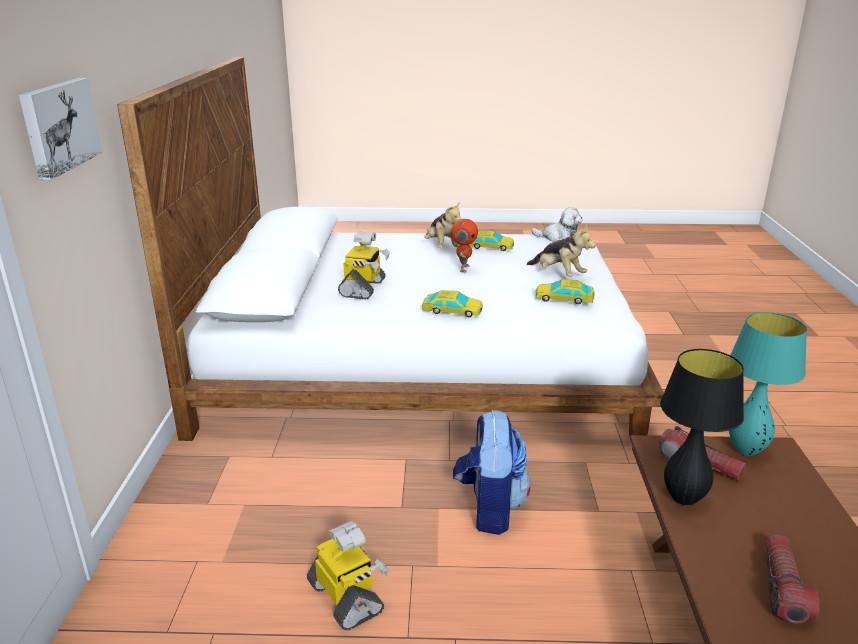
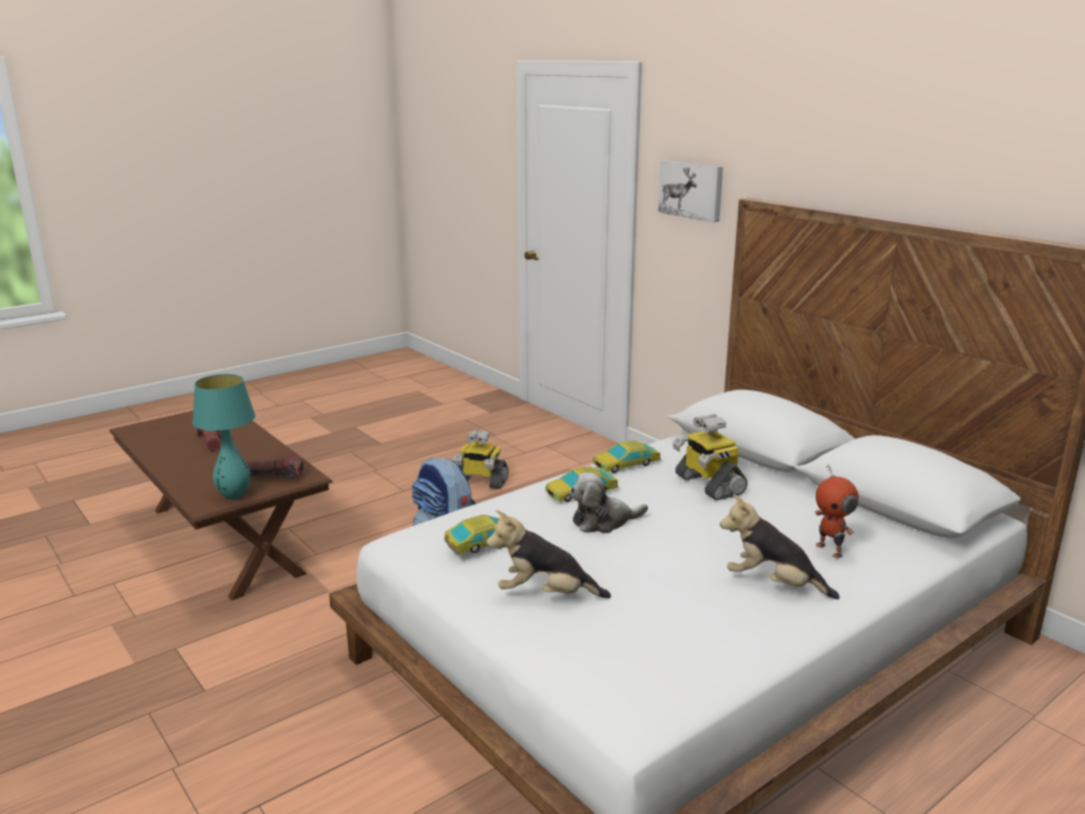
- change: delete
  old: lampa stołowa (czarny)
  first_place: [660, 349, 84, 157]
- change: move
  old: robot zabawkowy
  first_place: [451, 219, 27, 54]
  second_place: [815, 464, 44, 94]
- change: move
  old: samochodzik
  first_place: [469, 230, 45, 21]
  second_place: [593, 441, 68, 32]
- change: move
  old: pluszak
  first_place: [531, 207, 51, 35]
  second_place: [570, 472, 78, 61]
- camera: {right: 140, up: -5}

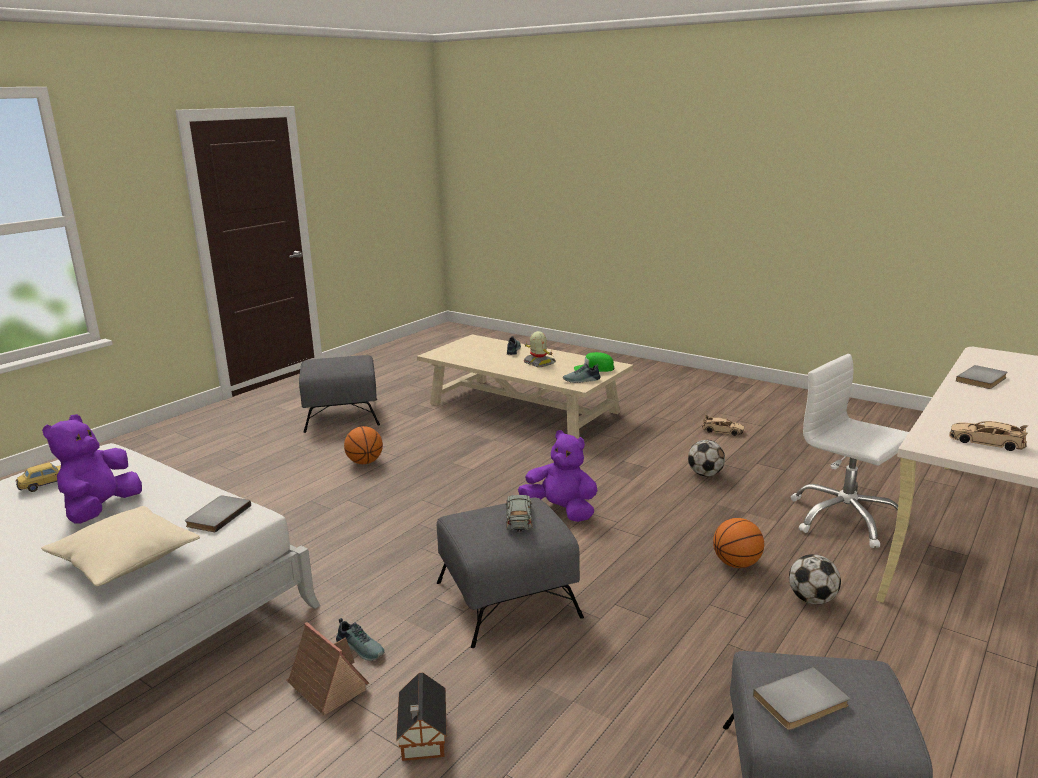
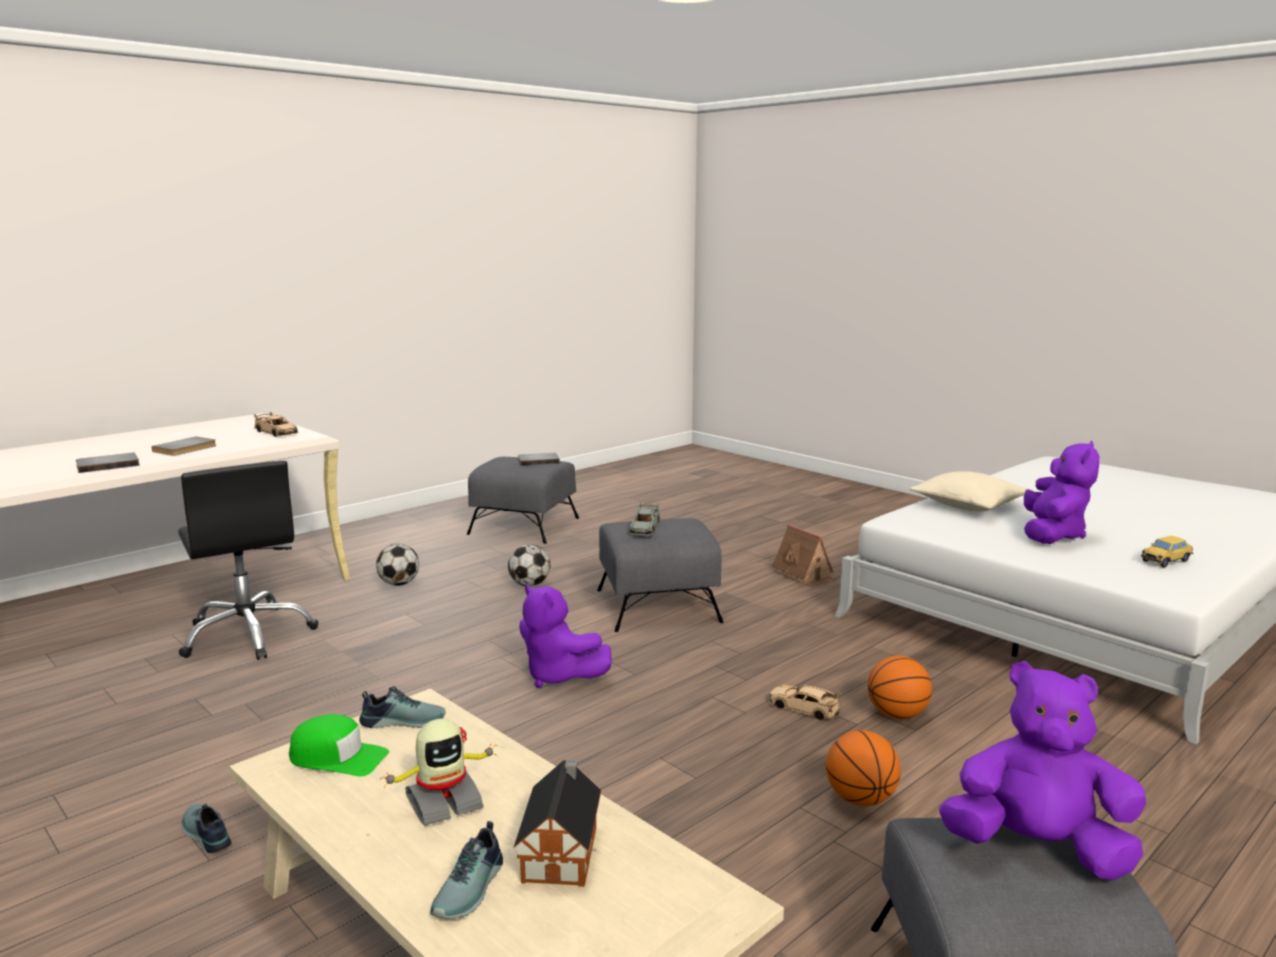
- change: insert
  new: pluszak (fioletowy)
  second_place: [939, 661, 207, 219]
- change: move
  old: książka (szary)
  first_place: [185, 496, 66, 36]
  second_place: [152, 436, 65, 20]
- change: move
  old: but
  first_place: [336, 618, 49, 43]
  second_place: [182, 803, 50, 50]
- change: move
  old: domek
  first_place: [396, 673, 51, 88]
  second_place: [514, 760, 87, 127]
- change: move
  old: piłka futbolowa
  first_place: [688, 440, 37, 37]
  second_place: [508, 544, 42, 42]
- change: move
  old: samochodzik (beżowy)
  first_place: [702, 415, 42, 21]
  second_place: [769, 685, 73, 35]
- change: move
  old: piłka do koszykówki
  first_place: [713, 518, 51, 50]
  second_place: [868, 656, 64, 63]
- change: recolor
  old: krzesło biurowe (biały)
  new: krzesło biurowe (czarny)
  first_place: [791, 354, 118, 194]
  second_place: [178, 461, 140, 199]
- change: rotate
  old: robot zabawkowy
  first_place: [523, 331, 33, 37]
  second_place: [380, 719, 117, 107]
  degrees: -90
- camera: {right: -170, up: -5}

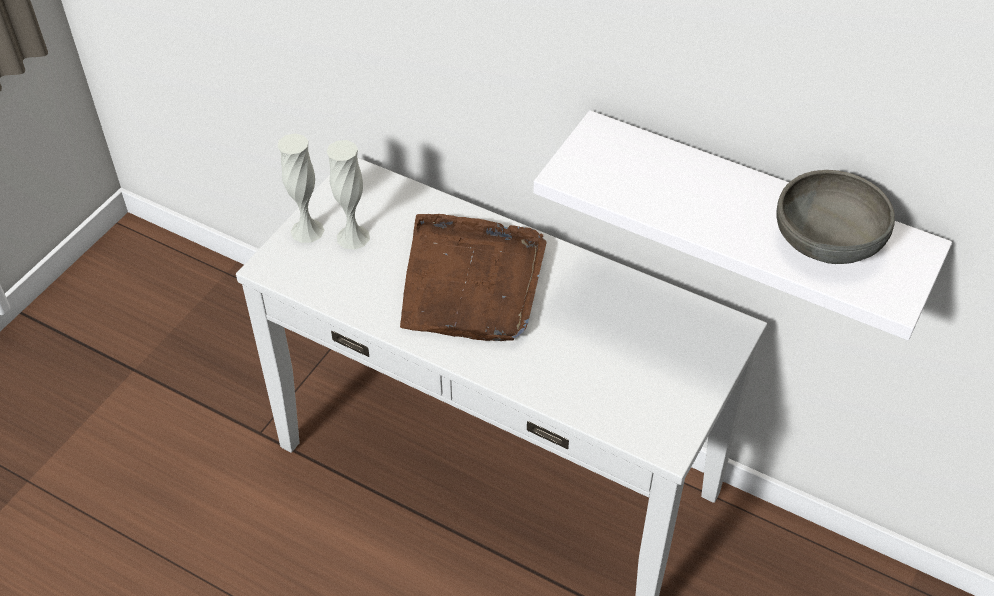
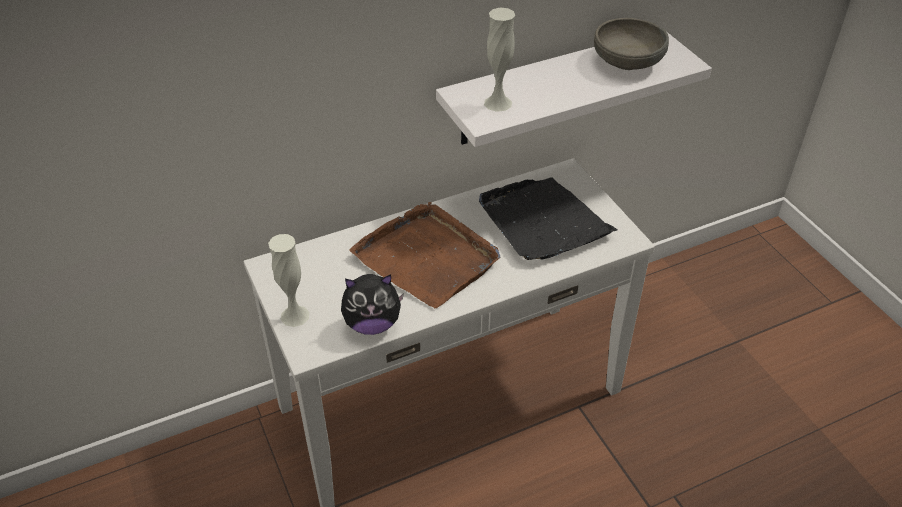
- change: insert
  new: pluszak
  second_place: [341, 274, 63, 61]
- change: insert
  new: taca (czarny)
  second_place: [479, 177, 138, 83]
- change: move
  old: wazon (biały)
  first_place: [326, 140, 44, 110]
  second_place: [484, 8, 31, 104]
- camera: {right: -55, up: -5}

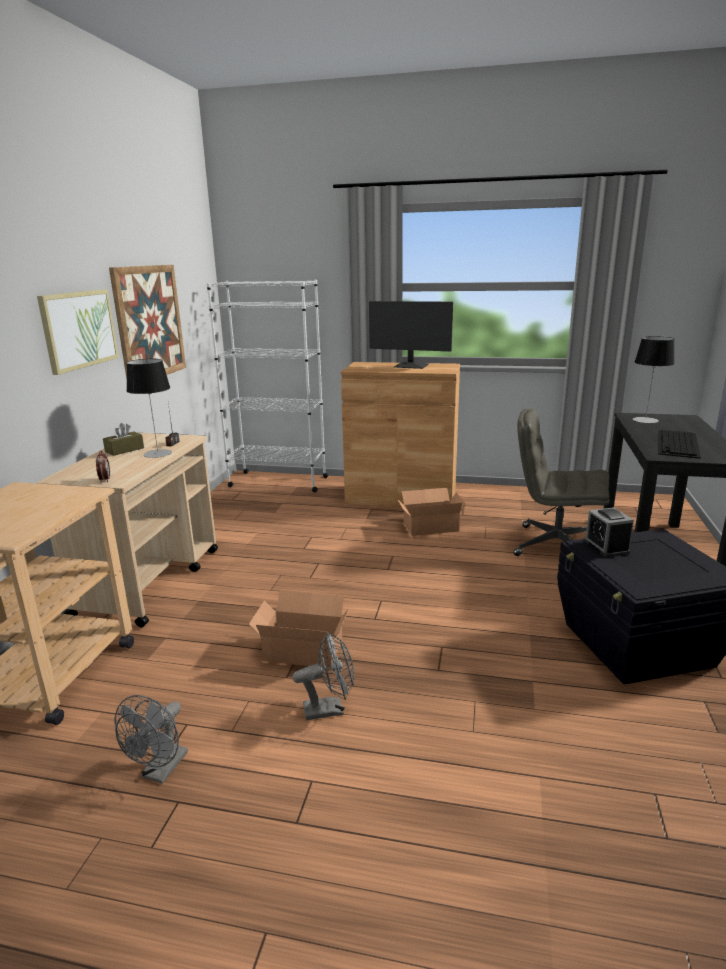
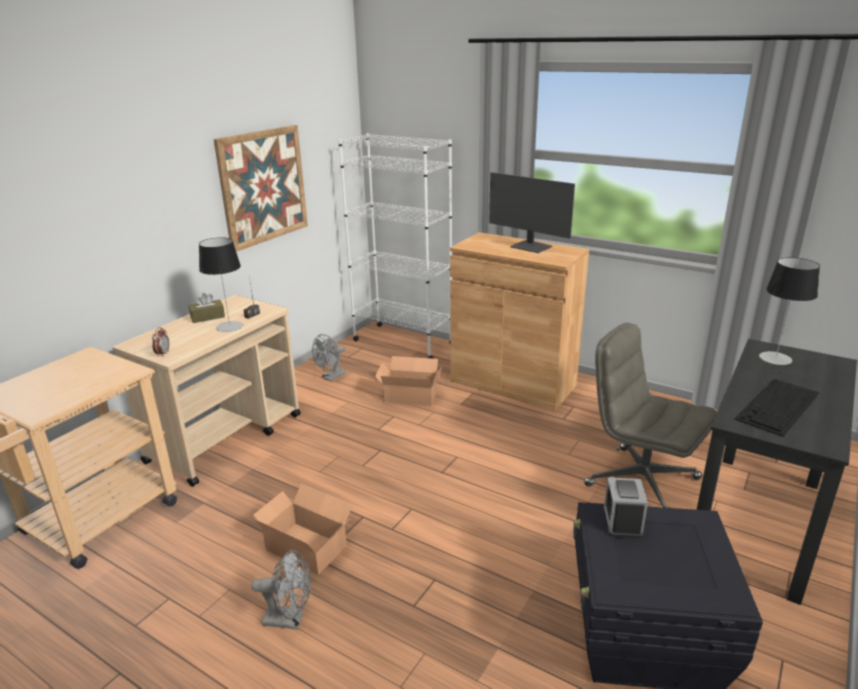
- change: delete
  old: obraz
  first_place: [37, 289, 82, 86]
- change: move
  old: wentylator (szary)
  first_place: [115, 695, 73, 89]
  second_place: [312, 334, 34, 48]
- change: move
  old: karton
  first_place: [396, 488, 70, 48]
  second_place: [375, 356, 67, 50]
- camera: {right: 20, up: 5}

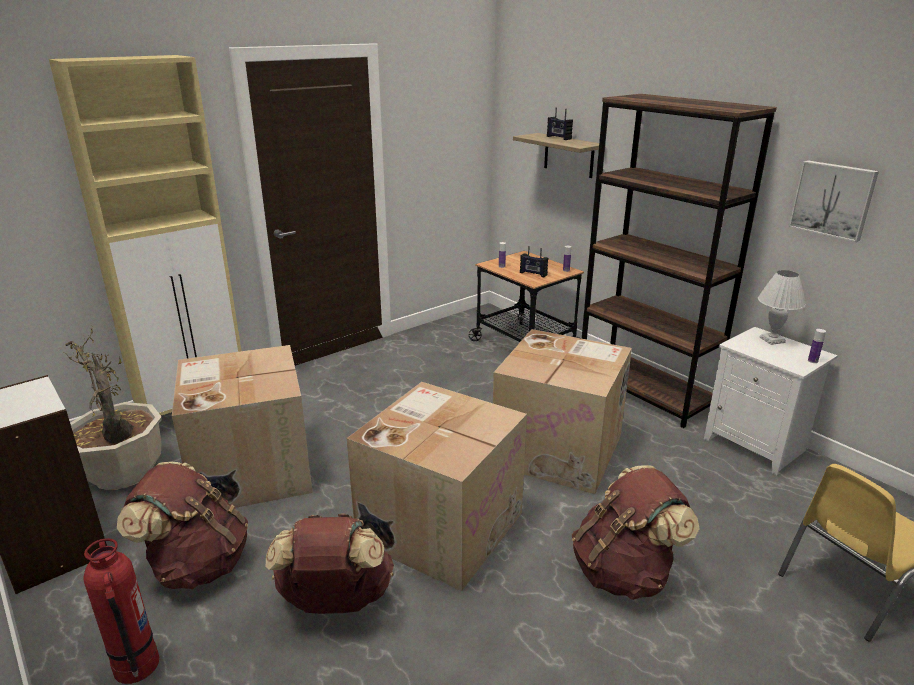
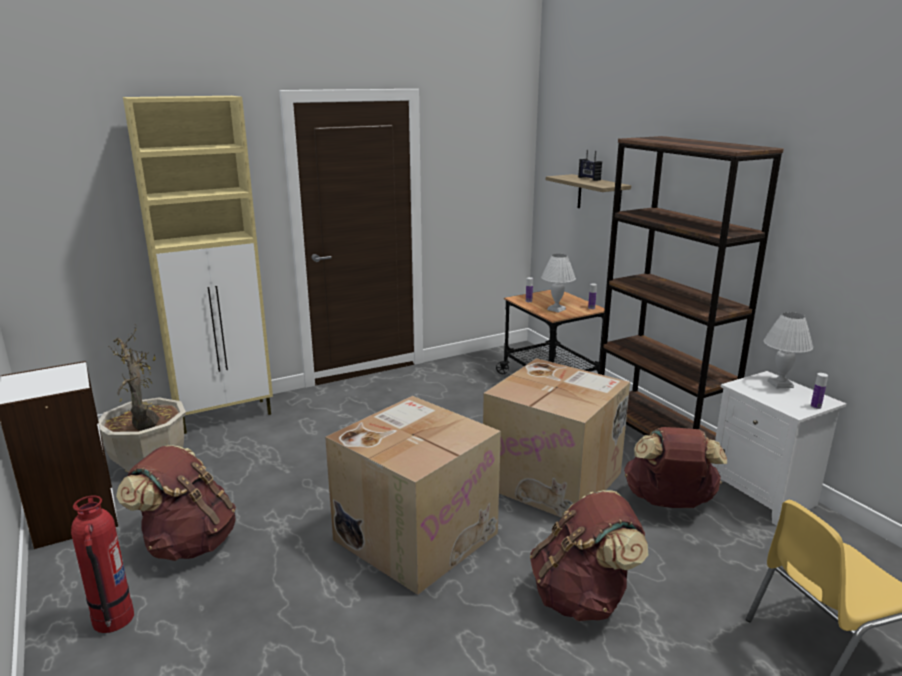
- change: delete
  old: karton
  first_place: [172, 345, 141, 163]
- change: delete
  old: obraz
  first_place: [789, 160, 90, 82]
- change: move
  old: plecak (brązowy)
  first_place: [266, 513, 128, 101]
  second_place: [624, 427, 103, 81]
- change: replace
  old: radio
  new: lampa stołowa (biały)
  first_place: [520, 246, 28, 31]
  second_place: [541, 254, 35, 59]
- camera: {right: 10, up: -5}

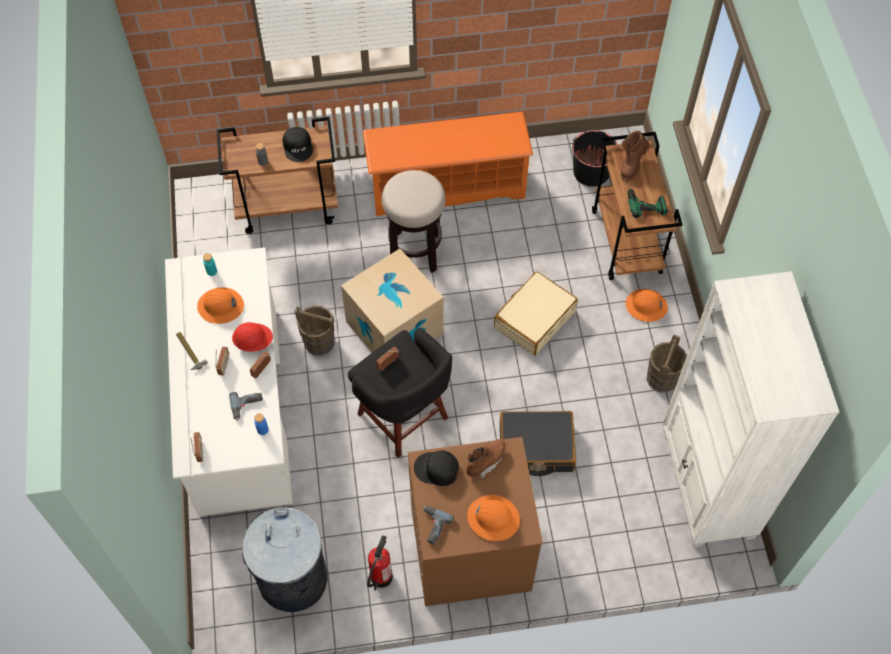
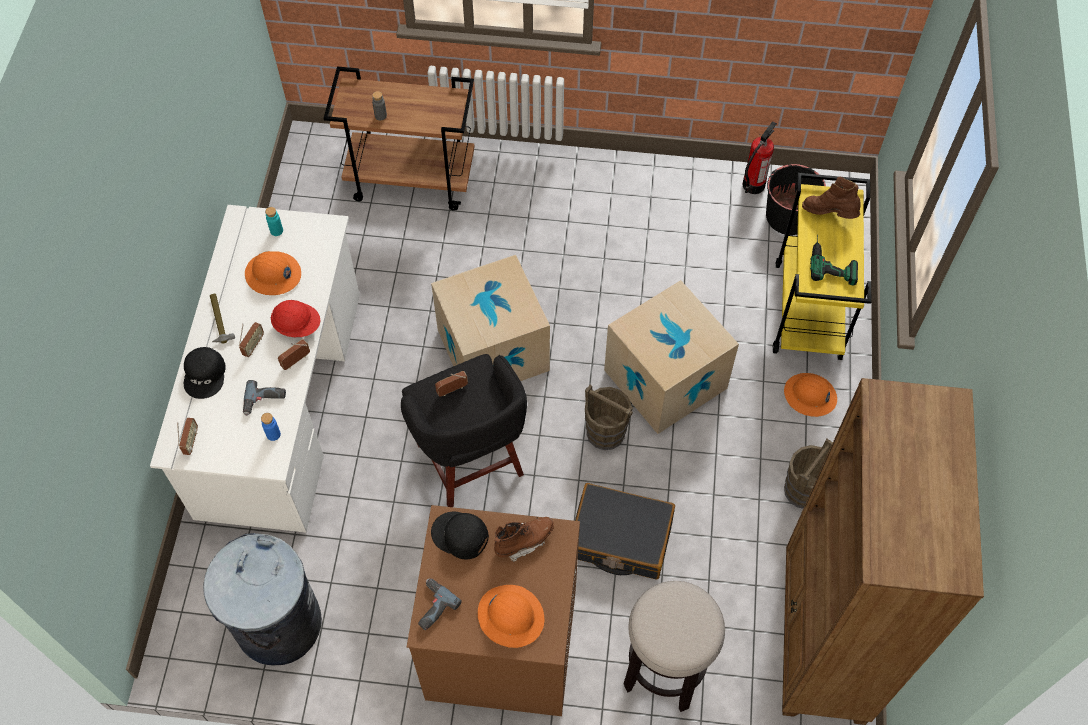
- change: delete
  old: regał na buty (pomarańczowy)
  first_place: [363, 112, 170, 104]
- change: move
  old: czapka z daszkiem (czarny)
  first_place: [282, 127, 31, 35]
  second_place: [184, 347, 42, 52]
- change: move
  old: wiadro (brązowy)
  first_place: [295, 305, 39, 51]
  second_place: [585, 384, 48, 66]
- change: move
  old: gaśnica
  first_place: [367, 535, 26, 56]
  second_place: [742, 121, 35, 73]
- change: move
  old: stołek
  first_place: [382, 170, 63, 103]
  second_place: [624, 581, 101, 131]
- change: replace
  old: walizka (beżowy)
  new: karton
  first_place: [494, 271, 84, 85]
  second_place: [604, 280, 135, 154]
- change: recolor
  old: wózek (brązowy)
  new: wózek (żółty)
  first_place: [592, 132, 91, 148]
  second_place: [773, 173, 98, 187]
- change: recolor
  old: regał (biały)
  new: regał (brązowy)
  first_place: [663, 271, 176, 277]
  second_place: [782, 378, 202, 347]
- change: rotate
  old: but z cholewką (brązowy)
  first_place: [620, 131, 30, 49]
  second_place: [802, 177, 58, 42]
  degrees: 75
- camera: {right: 15, up: 0}

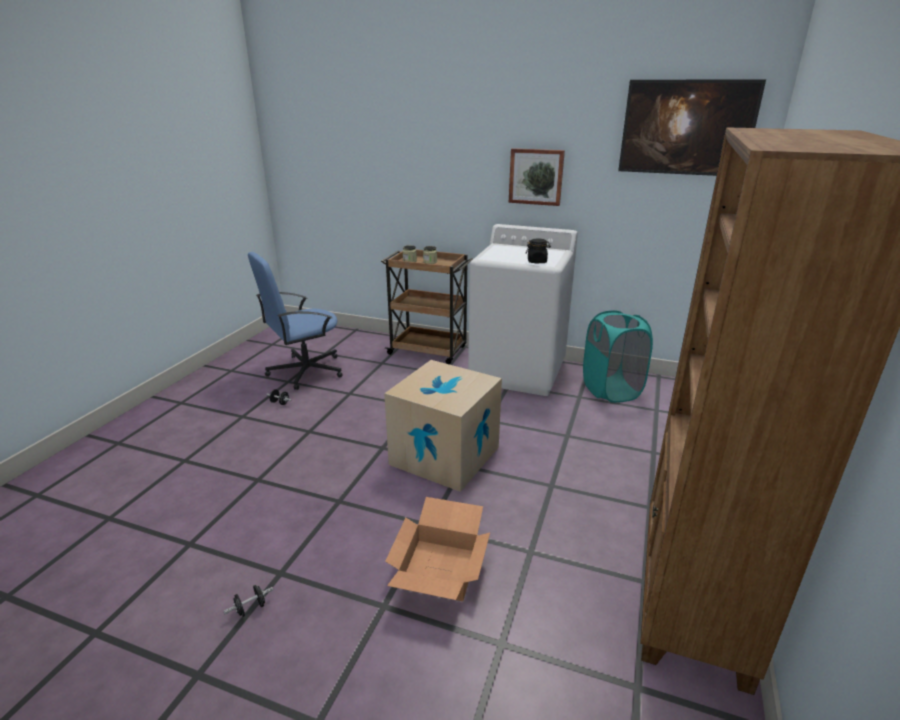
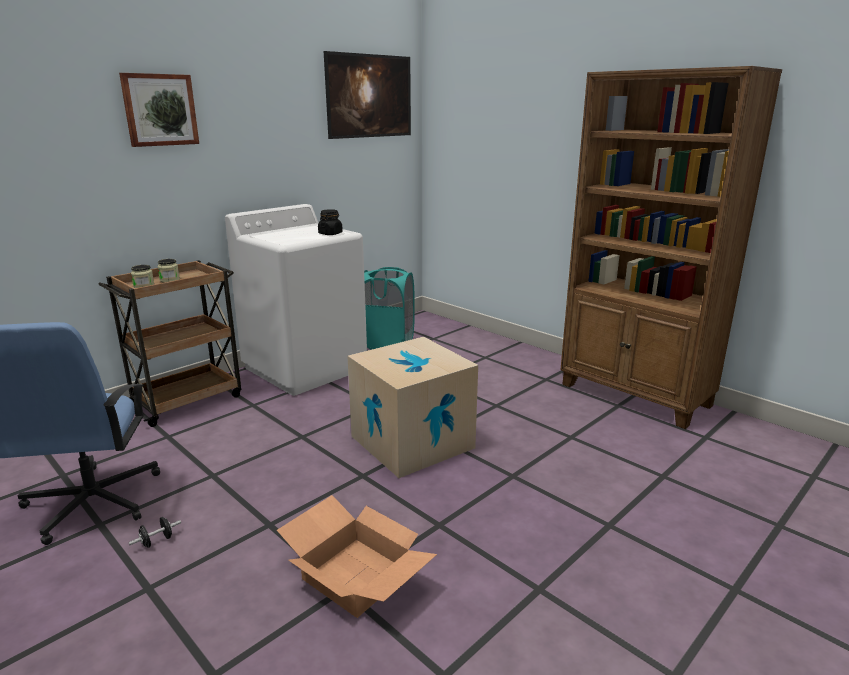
- change: delete
  old: hantel (czarny)
  first_place: [223, 585, 51, 32]
- change: move
  old: karton
  first_place: [385, 497, 105, 104]
  second_place: [277, 495, 160, 123]
- change: move
  old: obraz
  first_place: [509, 148, 56, 58]
  second_place: [119, 73, 80, 74]
- camera: {right: -65, up: -5}

